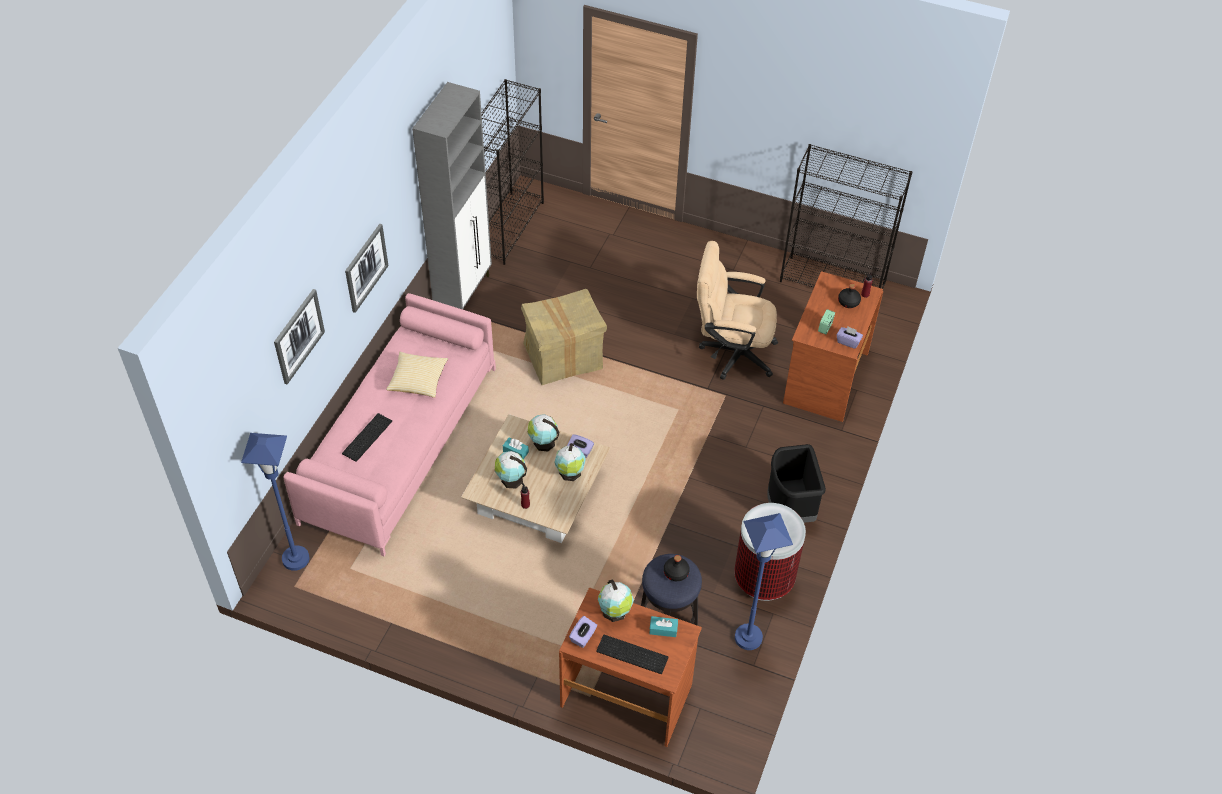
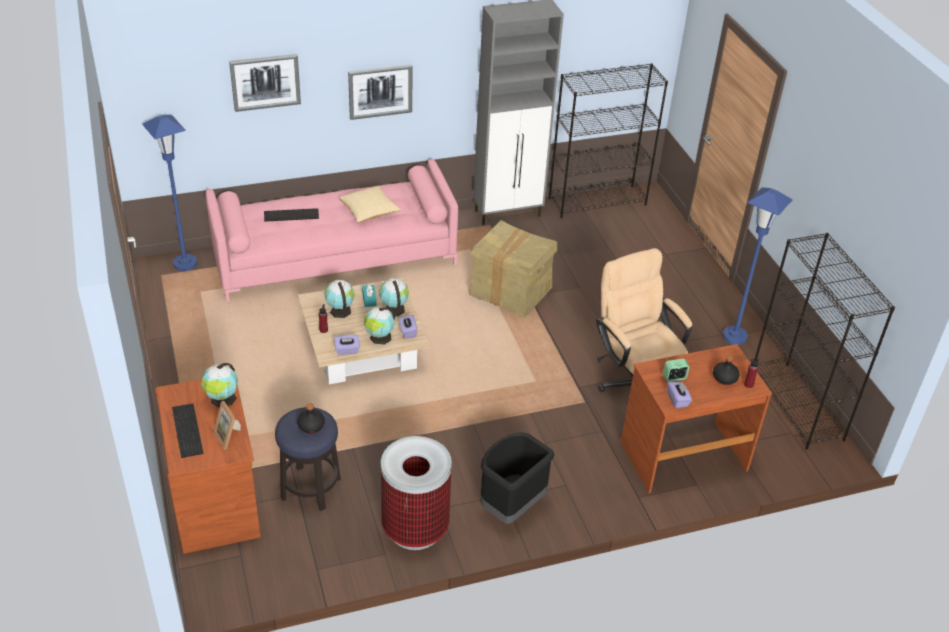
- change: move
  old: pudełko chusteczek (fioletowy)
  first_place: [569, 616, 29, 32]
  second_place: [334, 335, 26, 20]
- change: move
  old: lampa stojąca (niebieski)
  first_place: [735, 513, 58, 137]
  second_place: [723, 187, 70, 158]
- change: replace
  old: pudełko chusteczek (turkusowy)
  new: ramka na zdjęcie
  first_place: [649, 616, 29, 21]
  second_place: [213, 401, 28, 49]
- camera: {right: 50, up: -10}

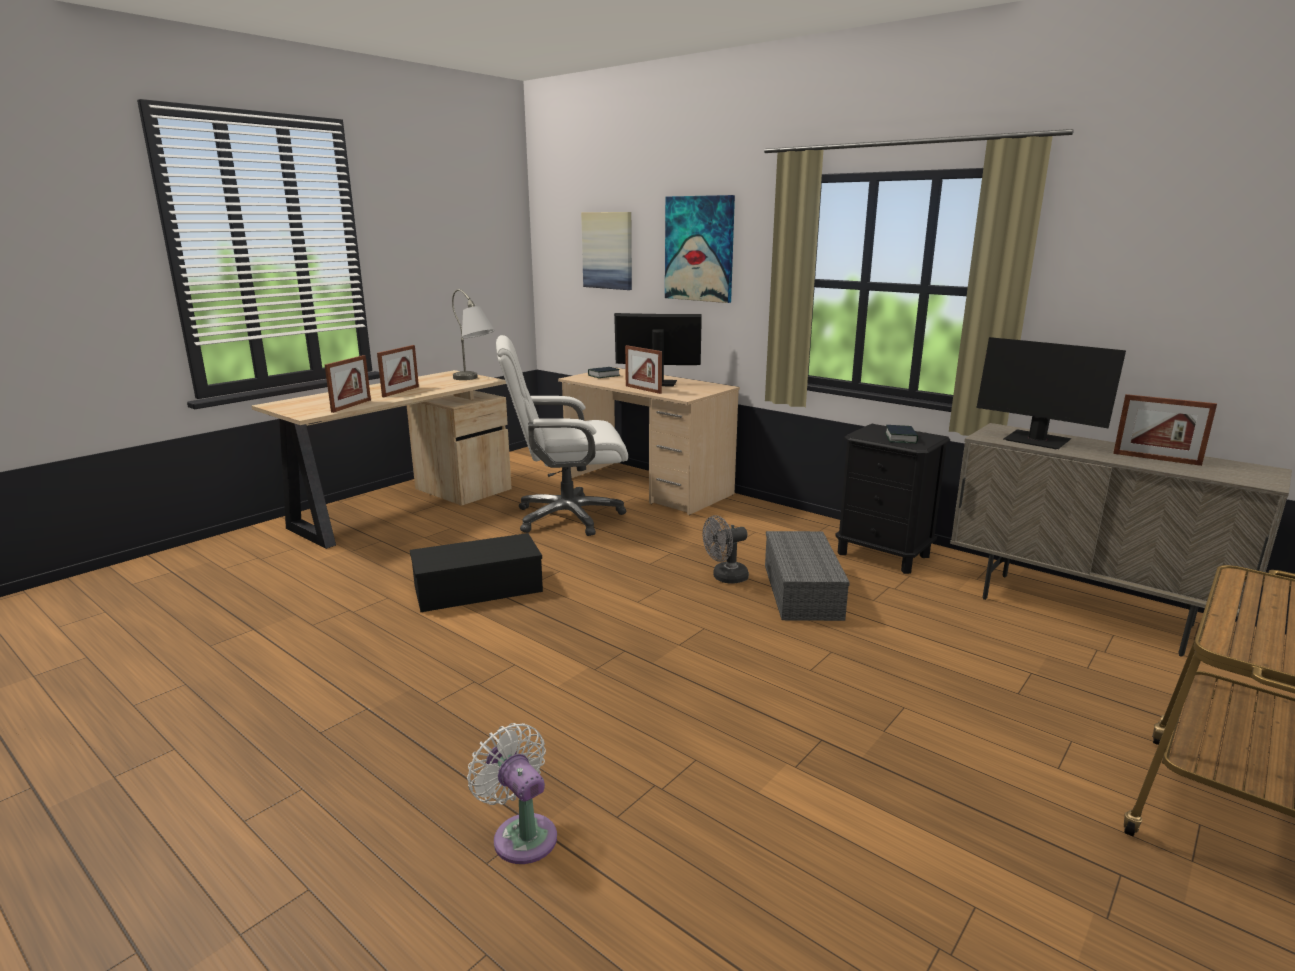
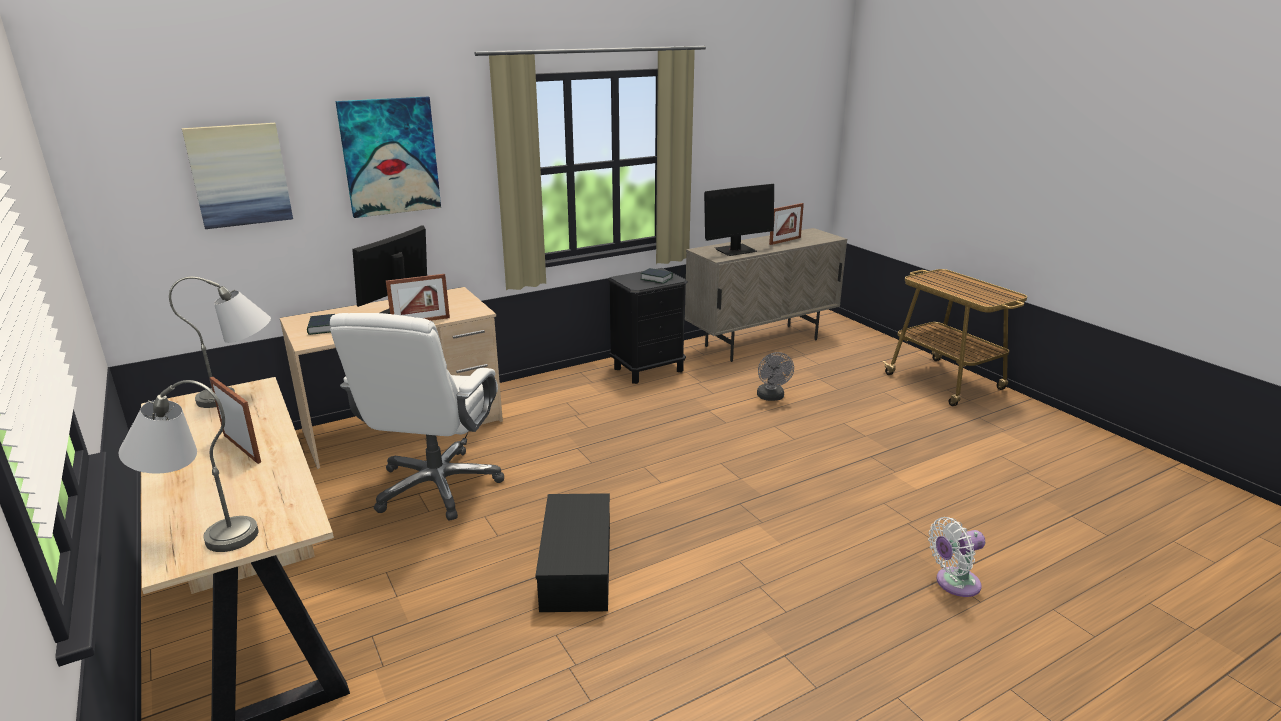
- change: delete
  old: ramka na zdjęcie
  first_place: [325, 355, 46, 58]
- change: delete
  old: pojemnik do przechowywania (szary)
  first_place: [765, 531, 85, 90]
- change: insert
  new: lampa stołowa (szary)
  second_place: [119, 380, 140, 172]
- change: move
  old: wentylator (szary)
  first_place: [703, 515, 46, 69]
  second_place: [757, 352, 37, 49]
- camera: {right: -70, up: 5}

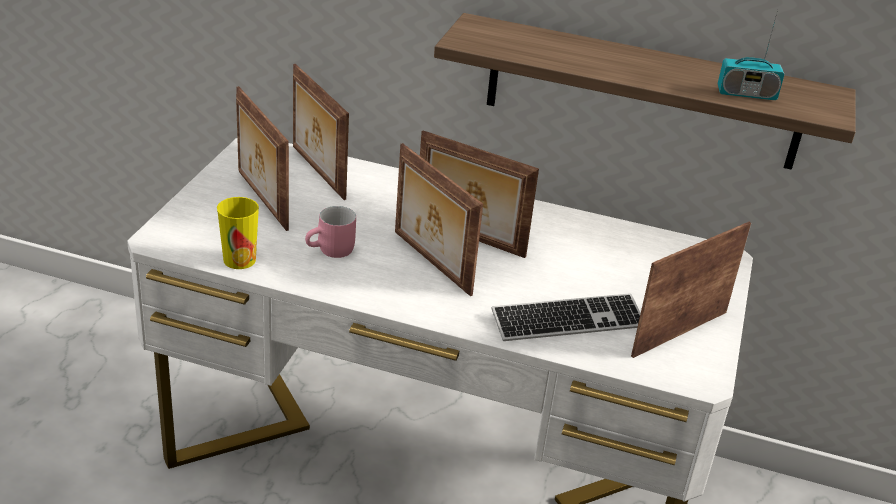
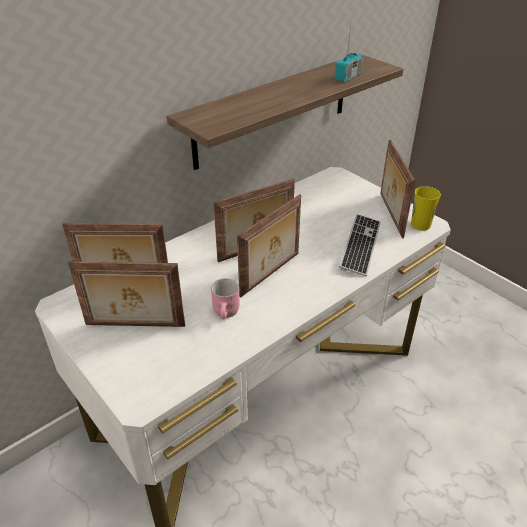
- change: move
  old: filiżanka
  first_place: [217, 197, 42, 72]
  second_place: [411, 186, 30, 45]
- change: rotate
  old: ramka na zdjęcie
  first_place: [395, 143, 88, 153]
  second_place: [237, 194, 64, 104]
  degrees: -45
- camera: {right: -55, up: 5}

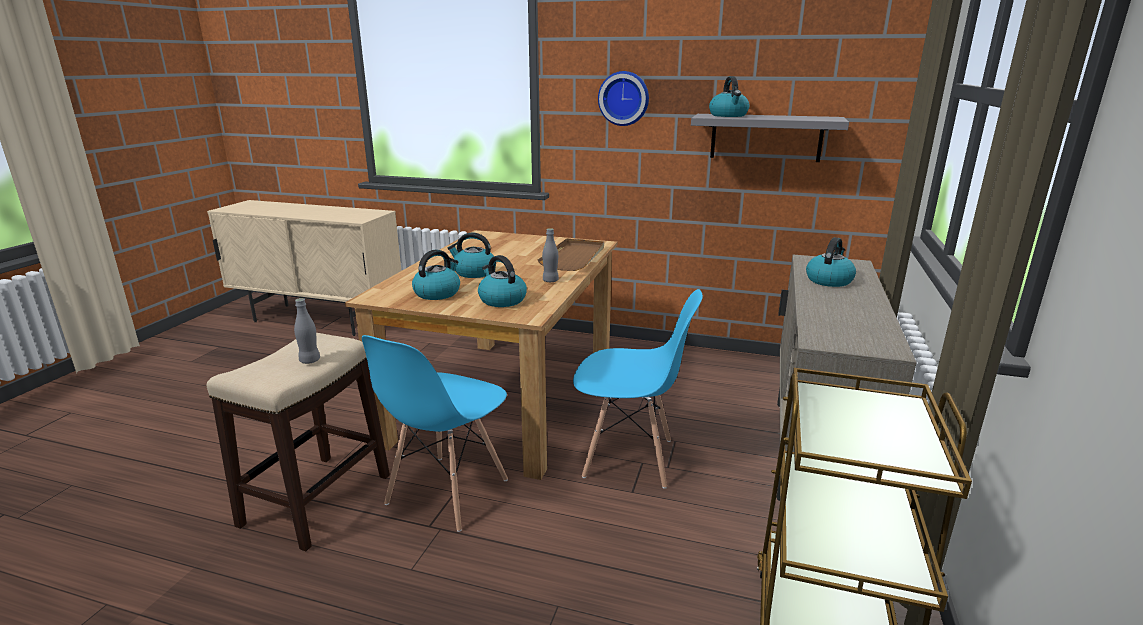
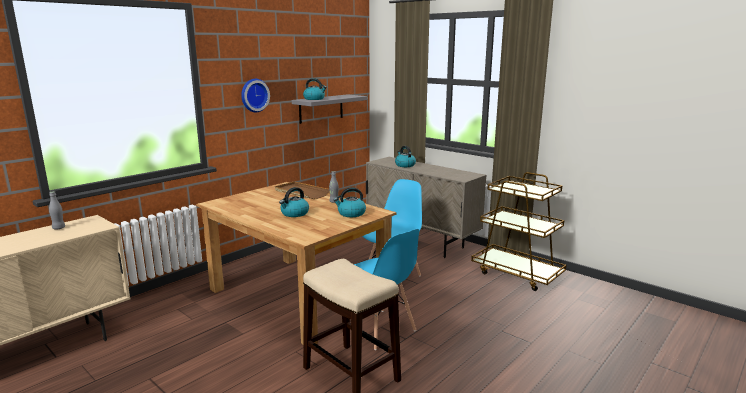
- change: delete
  old: czajnik
  first_place: [412, 250, 48, 50]
- change: move
  old: butelka (szary)
  first_place: [294, 298, 26, 66]
  second_place: [49, 191, 16, 38]
- camera: {right: -65, up: -5}

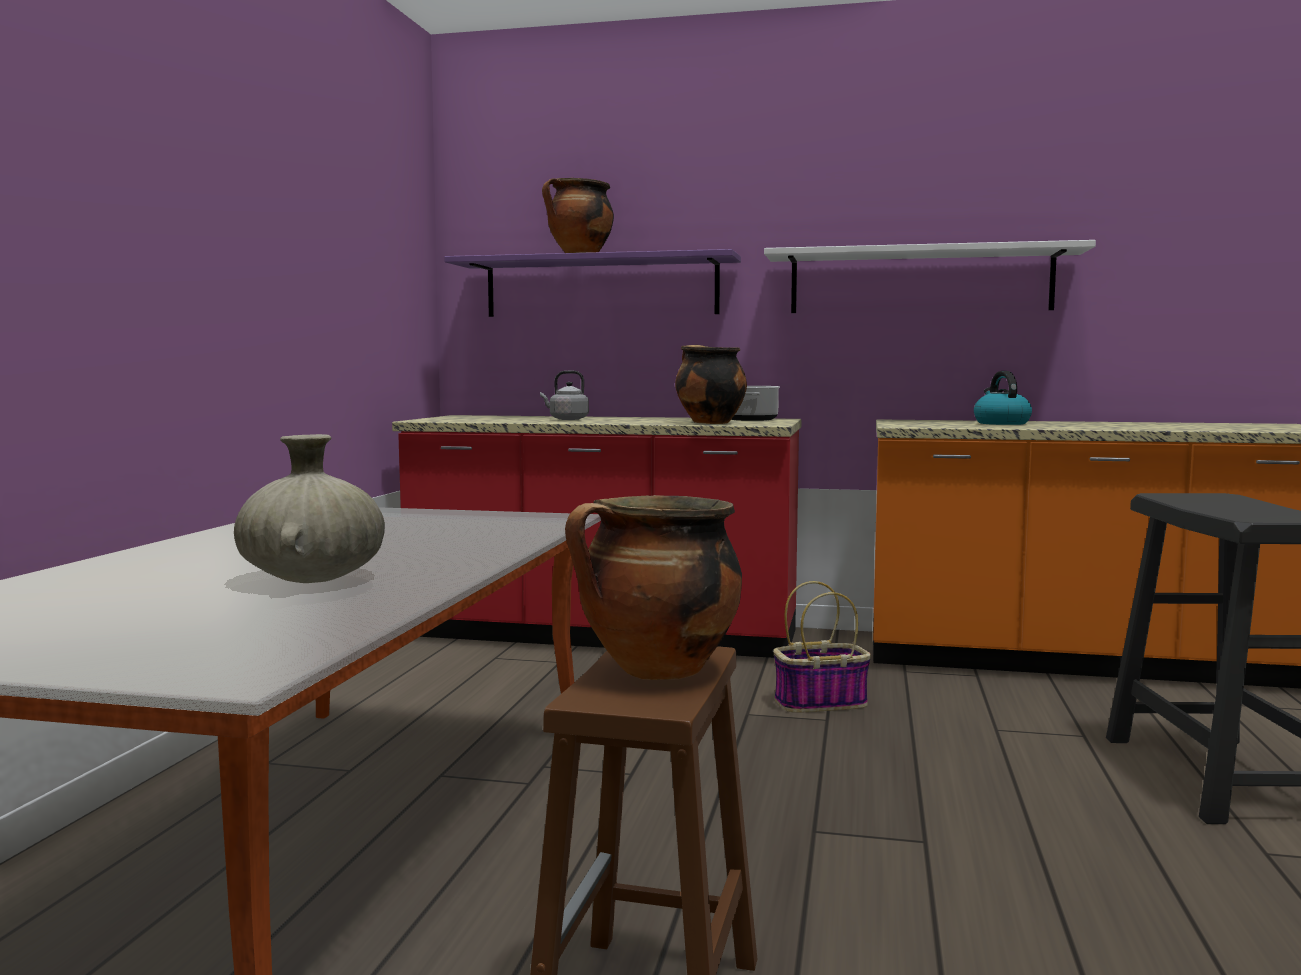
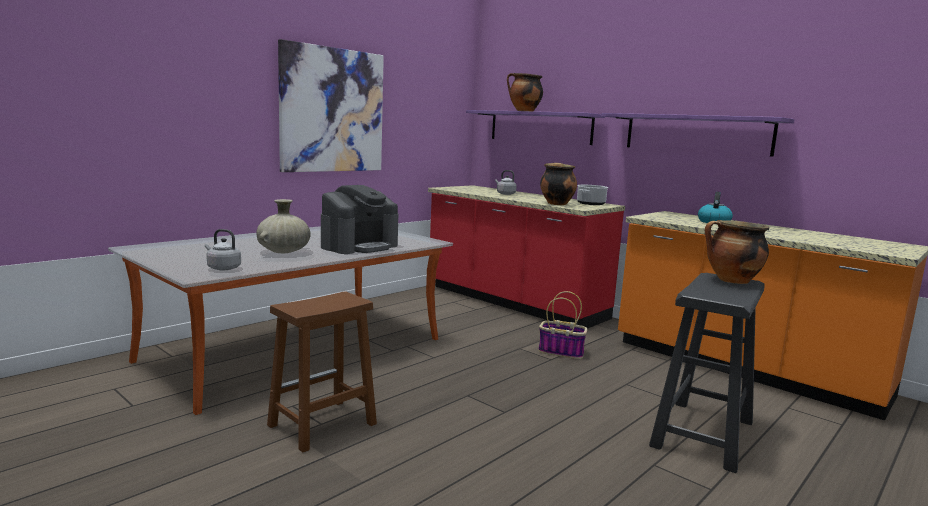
- change: insert
  new: czajnik (szary)
  second_place: [205, 229, 36, 41]
- change: insert
  new: obraz
  second_place: [278, 39, 106, 133]
- change: insert
  new: ekspres do kawy
  second_place: [321, 185, 77, 69]
- change: move
  old: garnek
  first_place: [565, 495, 177, 185]
  second_place: [705, 220, 64, 64]
- change: recolor
  old: półka (biały)
  new: półka (fioletowy)
  first_place: [764, 240, 332, 73]
  second_place: [601, 113, 193, 44]
- camera: {right: 30, up: 5}

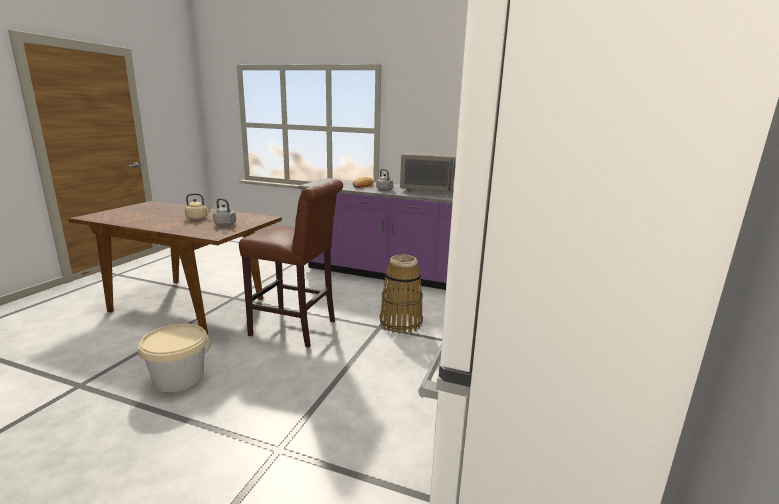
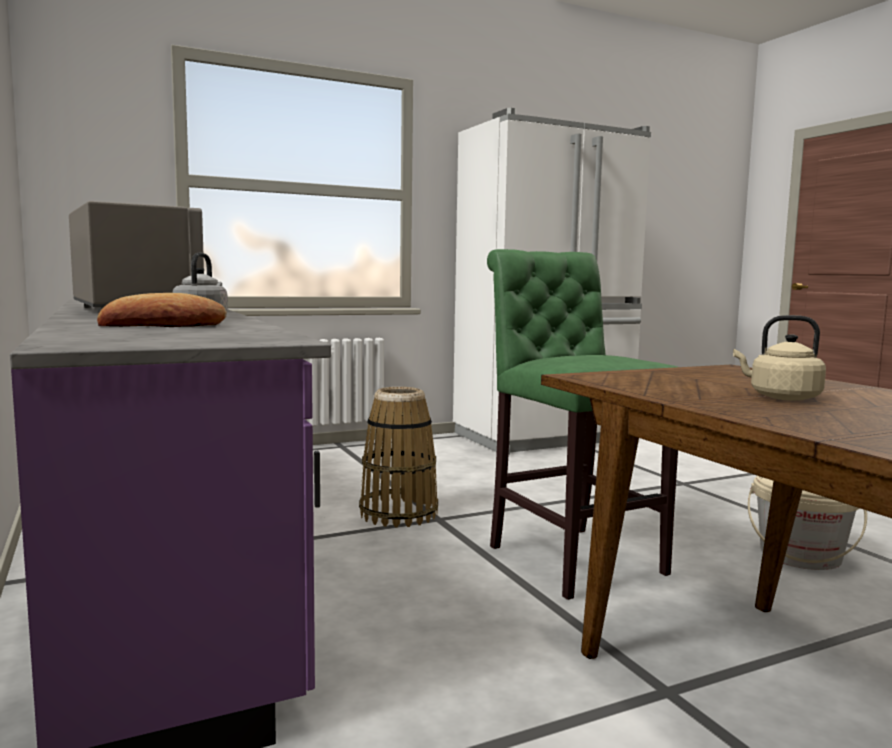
- change: delete
  old: czajnik (szary)
  first_place: [213, 198, 23, 28]
- change: recolor
  old: stołek (brązowy)
  new: stołek (zielony)
  first_place: [239, 179, 104, 169]
  second_place: [487, 249, 191, 351]
- camera: {right: -135, up: -10}

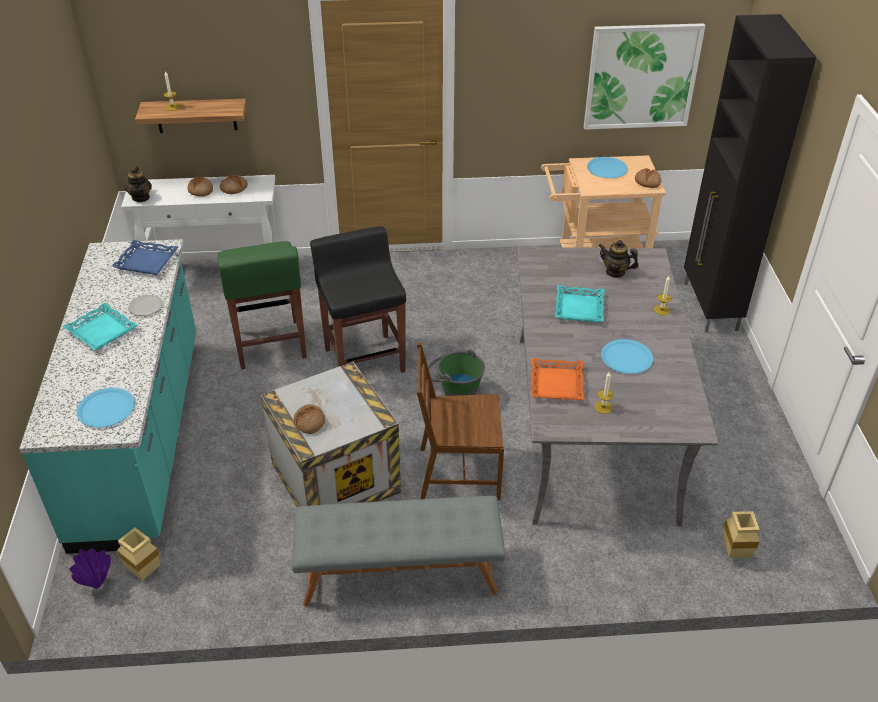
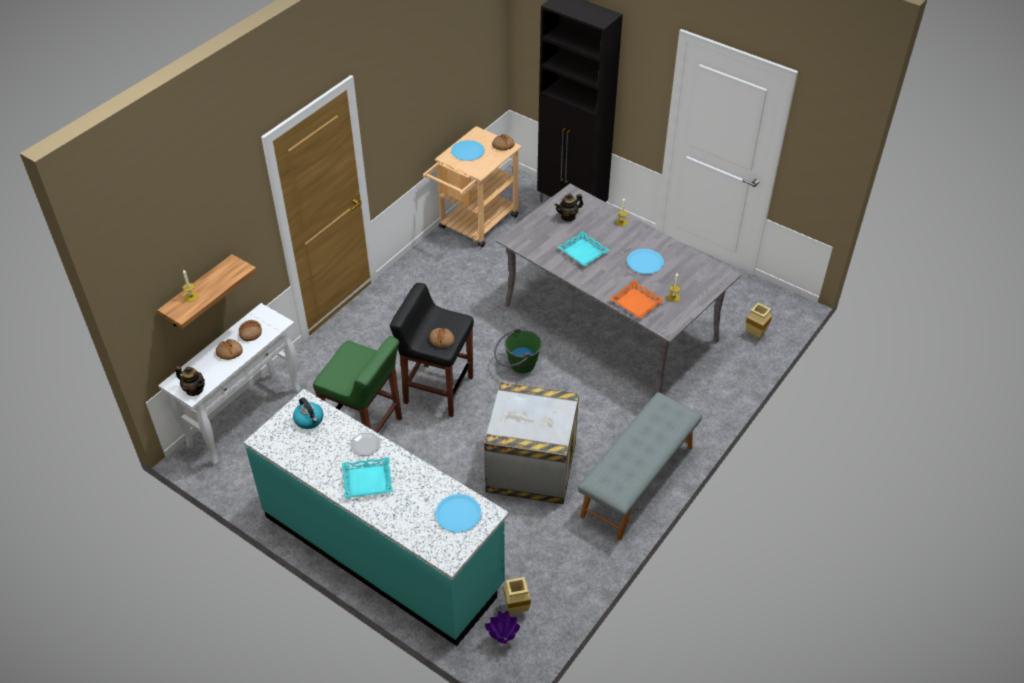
- change: delete
  old: krzesło (brązowy)
  first_place: [417, 342, 87, 158]
- change: delete
  old: obraz
  first_place: [584, 23, 121, 107]
- change: move
  old: chleb
  first_place: [294, 404, 31, 30]
  second_place: [430, 328, 24, 20]
- change: replace
  old: taca (niebieski)
  new: czajnik
  first_place: [112, 240, 66, 35]
  second_place: [293, 397, 30, 32]
- camera: {right: -50, up: 5}

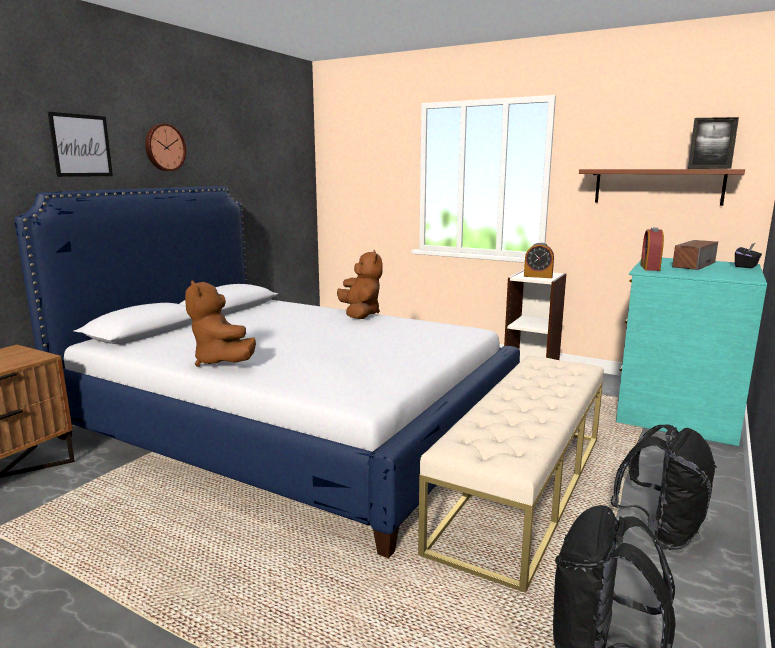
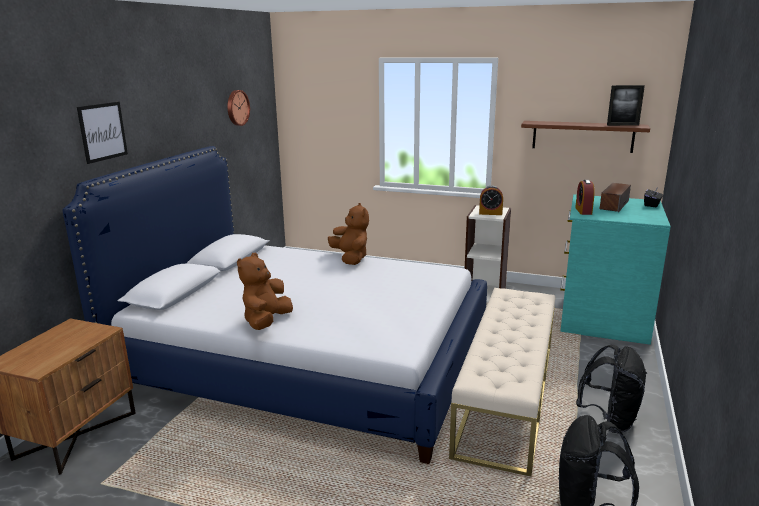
- change: move
  old: zegar ścienny
  first_place: [145, 123, 41, 48]
  second_place: [227, 90, 23, 36]
- change: rotate
  old: pluszak (brązowy)
  first_place: [185, 281, 71, 86]
  second_place: [237, 253, 56, 77]
  degrees: 60
- camera: {right: -10, up: 5}

